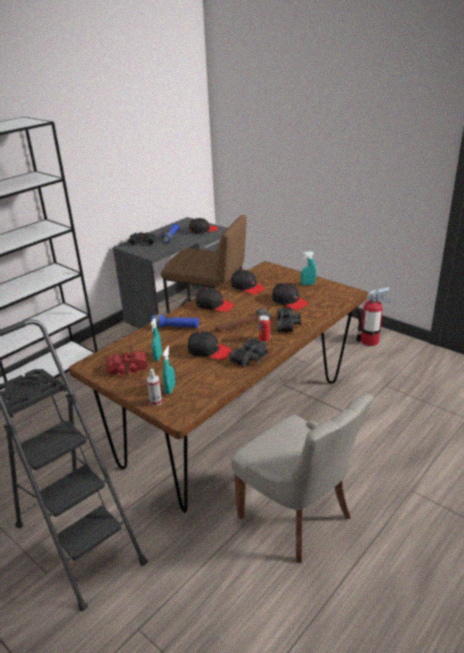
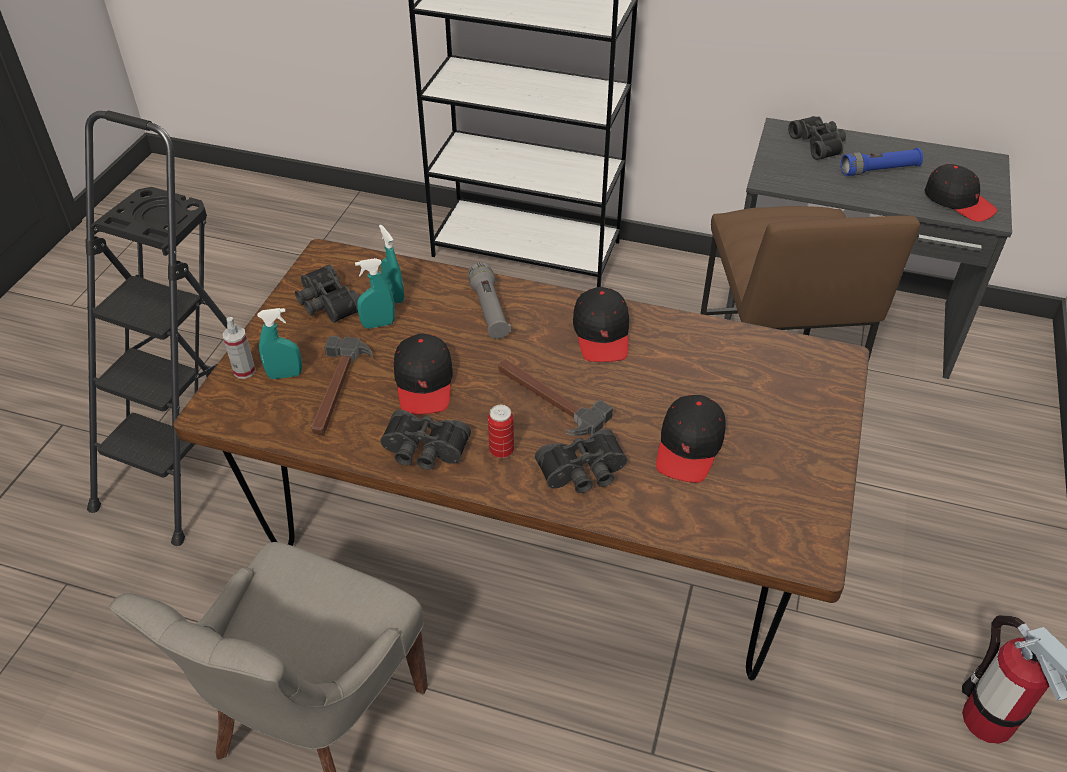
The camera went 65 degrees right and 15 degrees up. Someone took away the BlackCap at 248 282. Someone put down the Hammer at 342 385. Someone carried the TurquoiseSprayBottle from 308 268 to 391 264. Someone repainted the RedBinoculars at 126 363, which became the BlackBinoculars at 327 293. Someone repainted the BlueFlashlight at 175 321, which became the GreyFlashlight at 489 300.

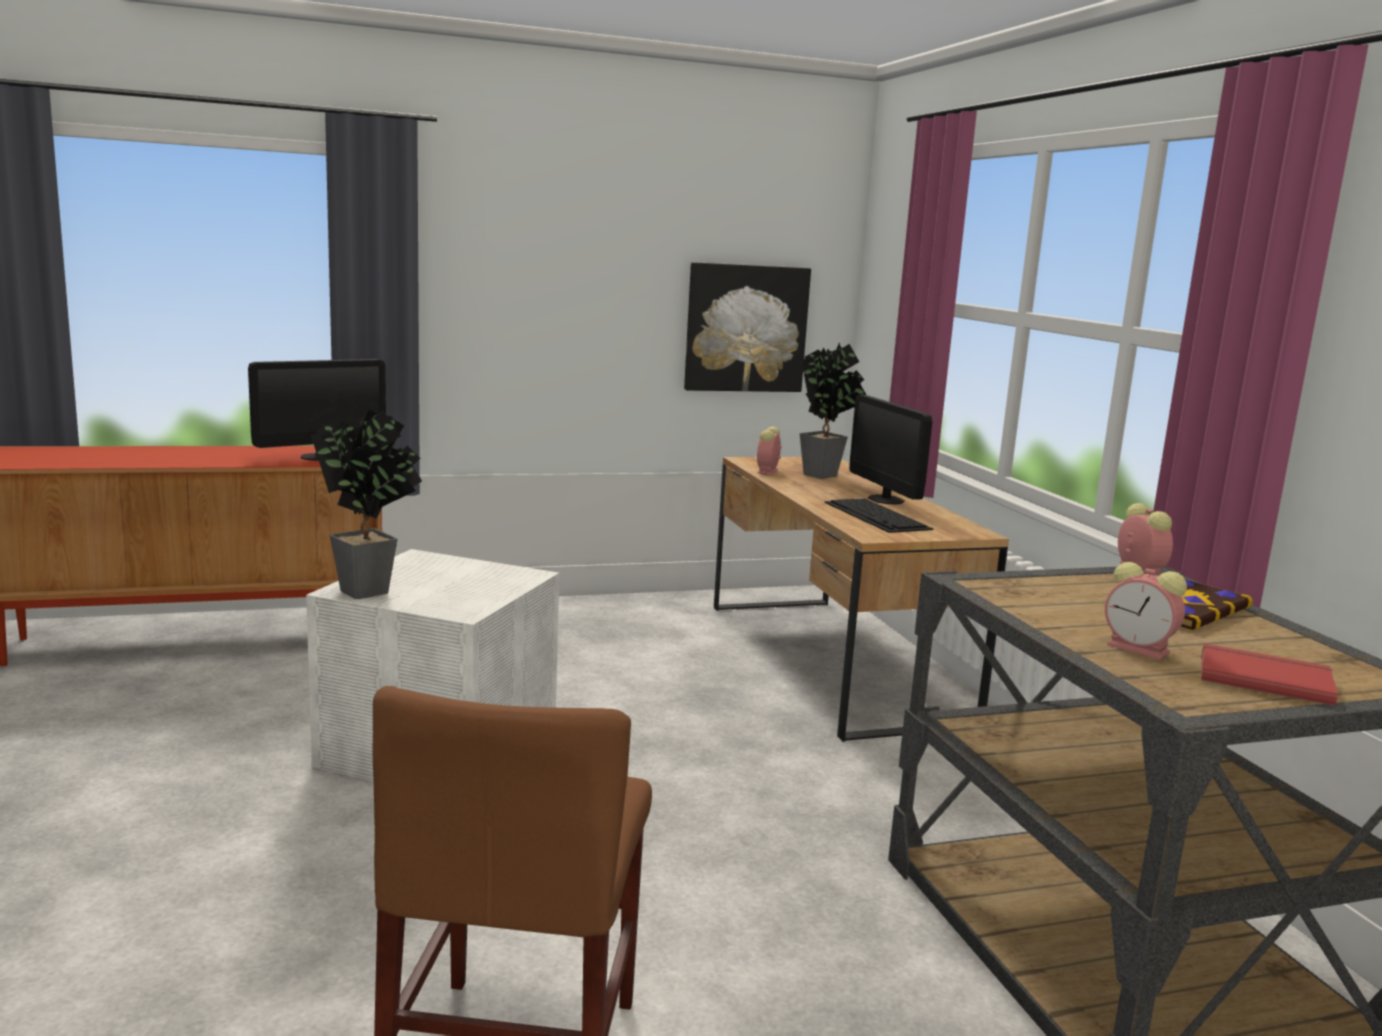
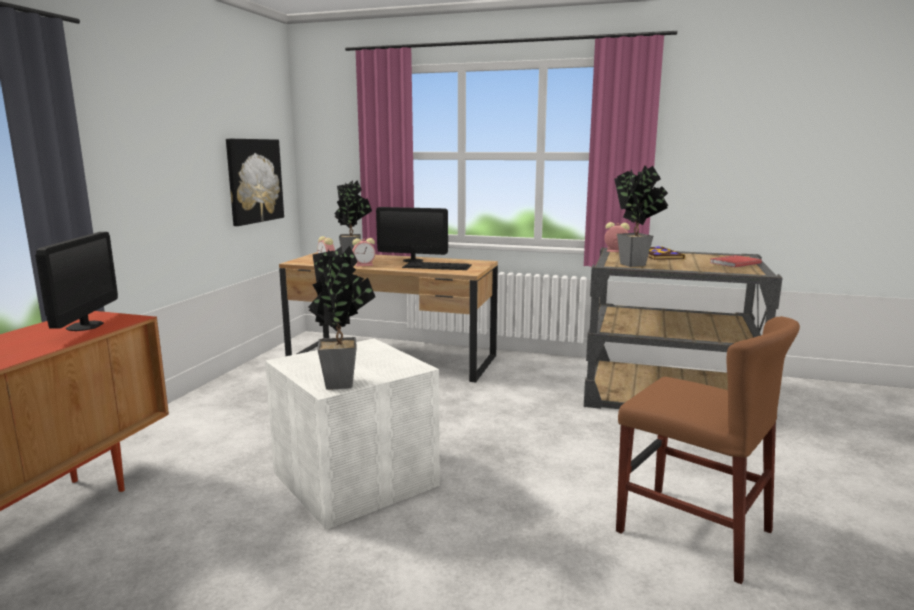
The camera went 55 degrees left and 0 degrees up. Someone put down the PottedPlant at 641 216. Someone carried the AlarmClock from 1146 611 to 363 252.

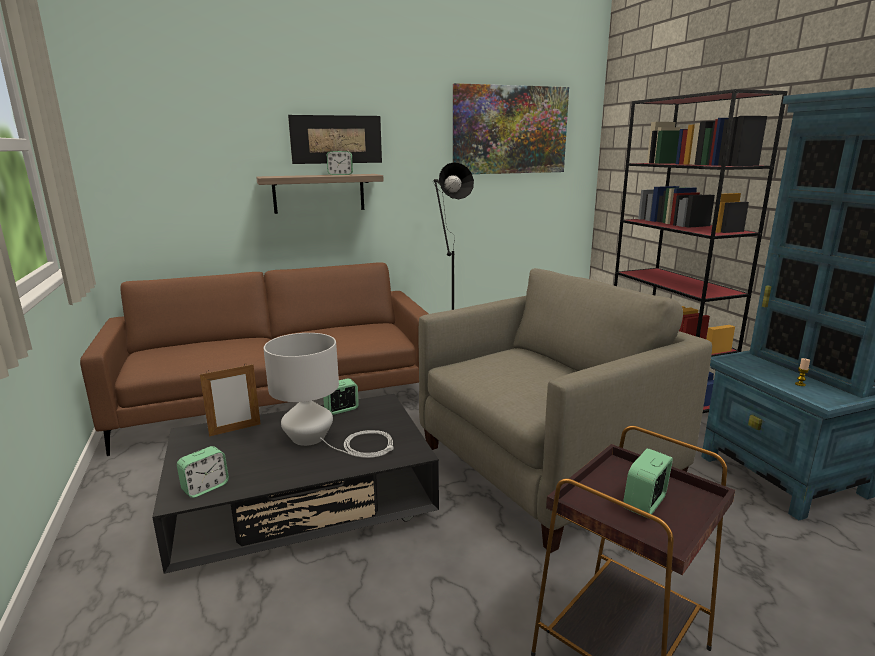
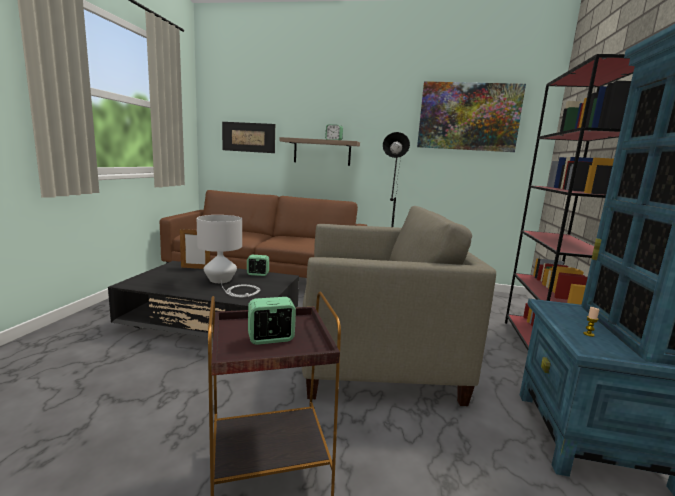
The camera went 30 degrees right and 5 degrees down. Someone took away the AlarmClock at 203 472. Someone carried the Picture from 335 139 to 248 137.

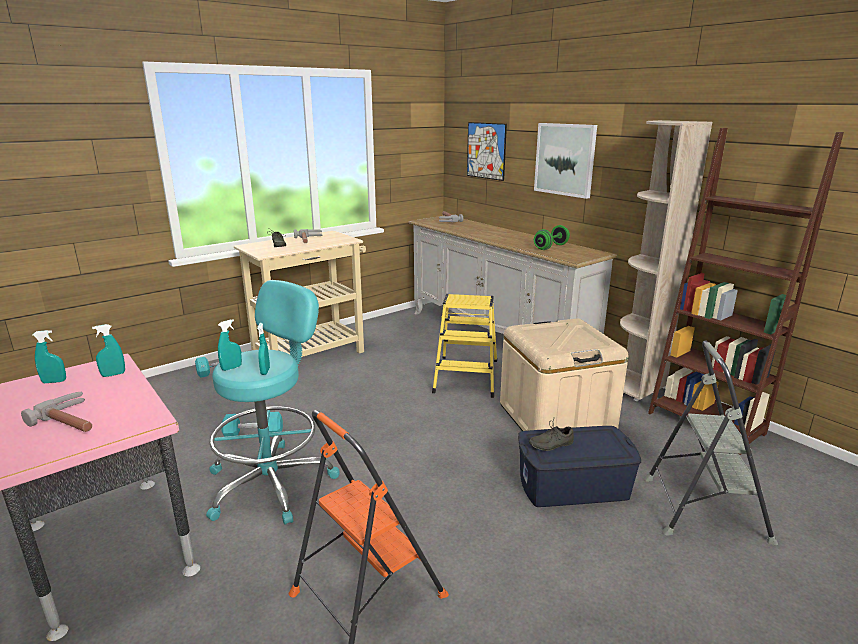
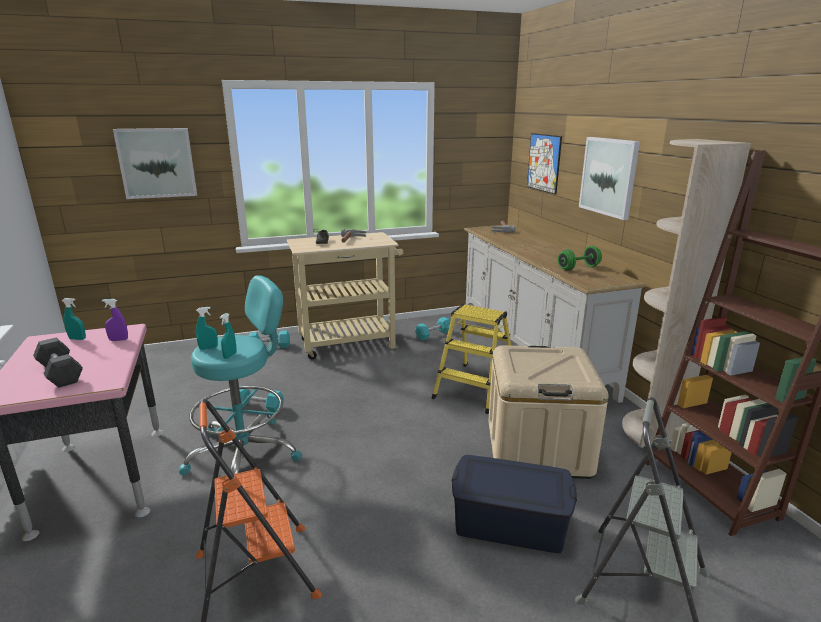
The camera went 20 degrees right and 0 degrees up. Someone took away the GreyShoe at 551 435. Someone put up the Picture at 155 163. Someone put down the TurquoiseDumbbell at 432 329. Someone swapped the Hammer at 56 412 for the BlackDumbbell at 58 363. Someone repainted the TurquoiseSprayBottle at 108 350, which became the PurpleSprayBottle at 115 320.

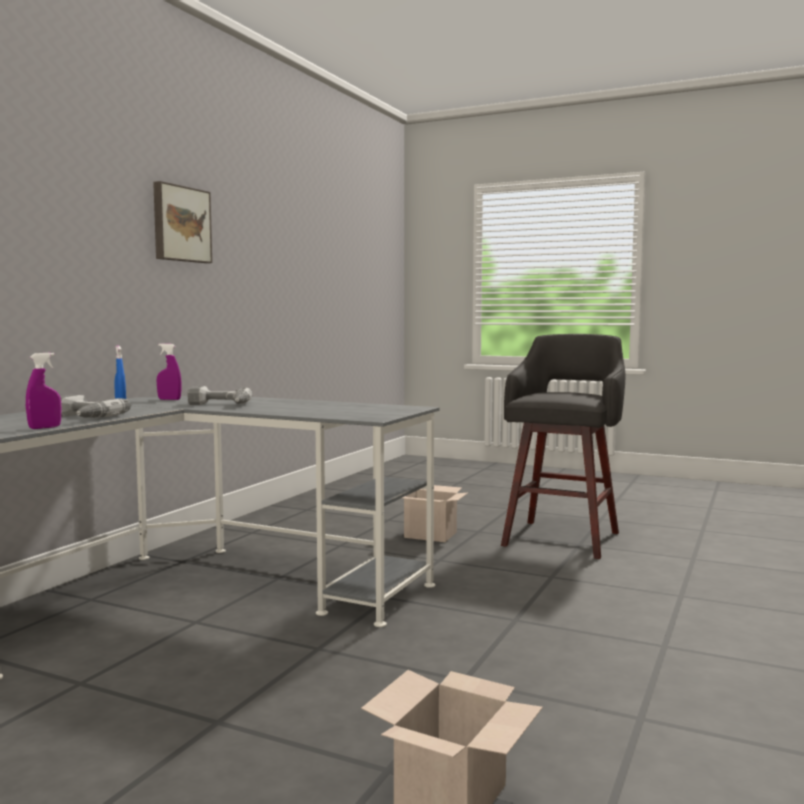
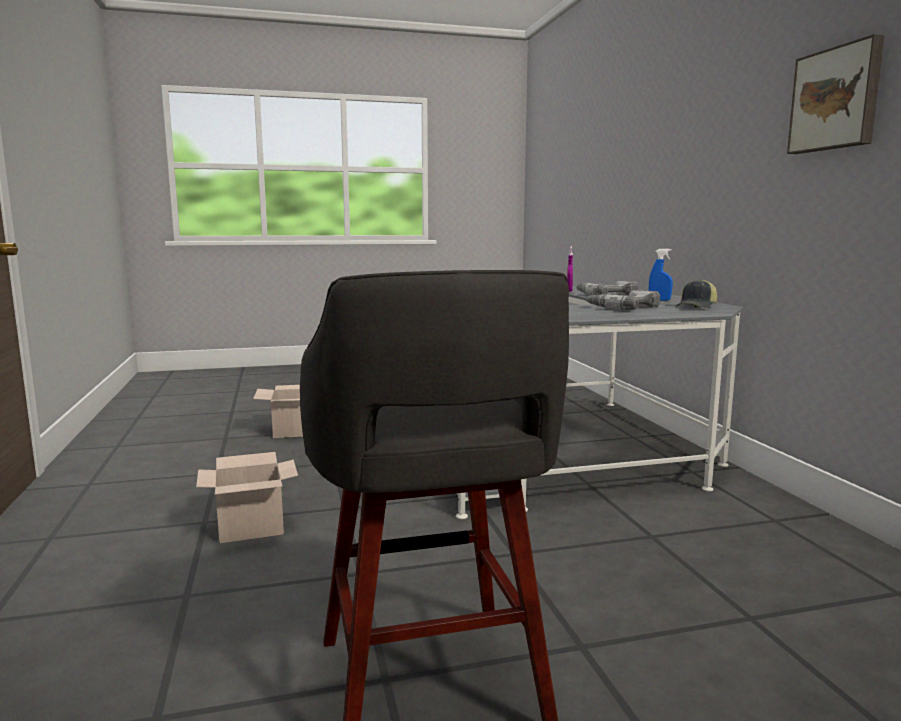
The camera went 140 degrees right and 5 degrees up. Someone carried the CardboardBox from 435 513 to 247 497. Someone swapped the PurpleSprayBottle at 169 371 for the Cap at 696 293.

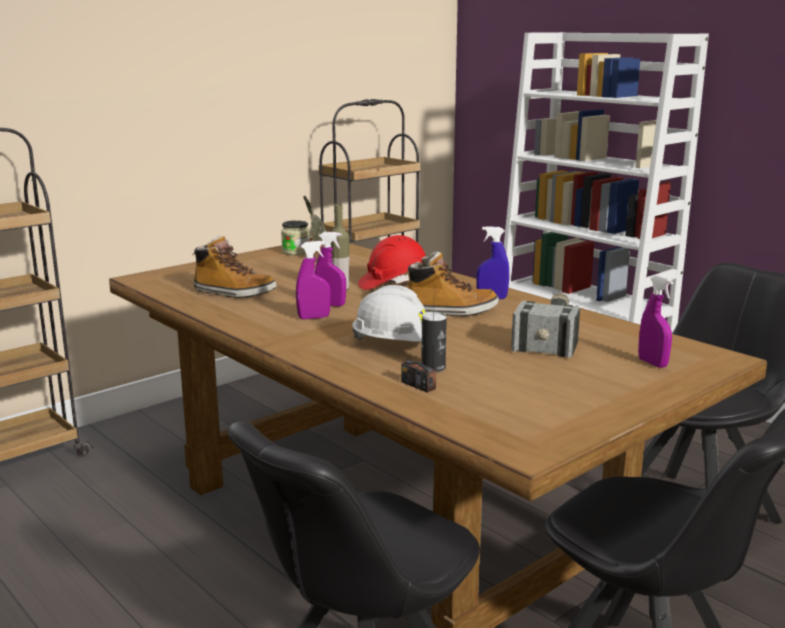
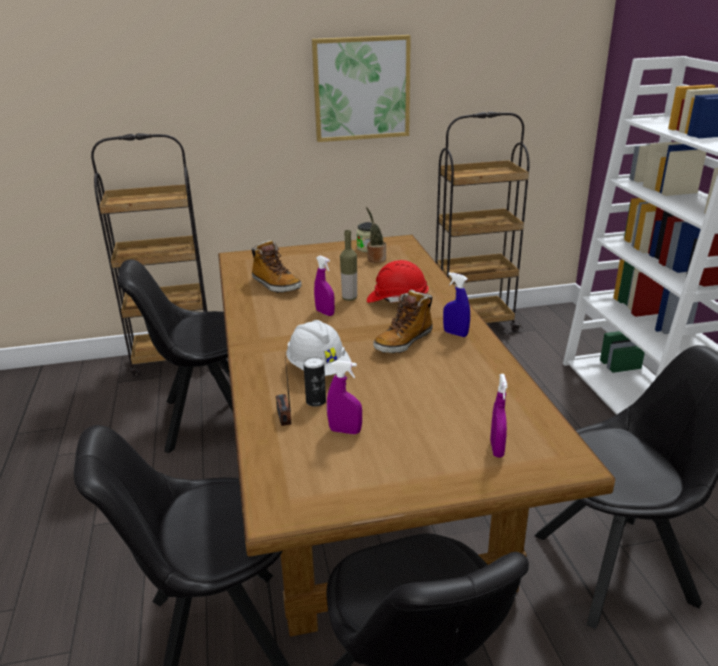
The camera went 30 degrees right and 10 degrees up. Someone took away the Hammer at 545 325. Someone put down the BlackChair at 175 356. Someone put up the Picture at 361 88. Someone carried the PurpleSprayBottle from 313 280 to 344 397. Someone rotated the Boot at 451 283 by 105 degrees clockwise.

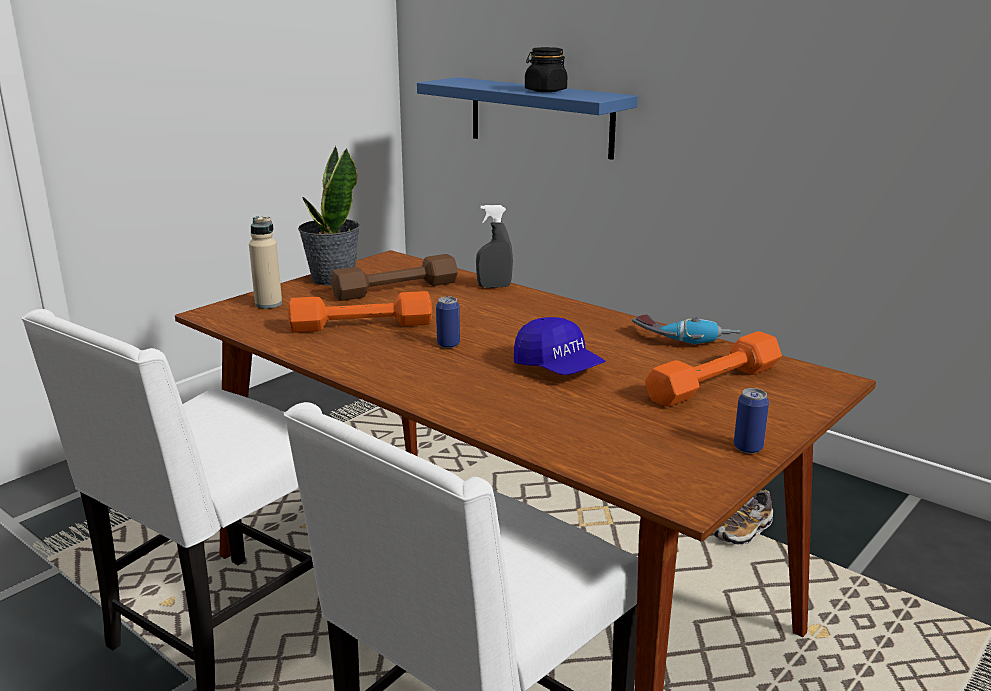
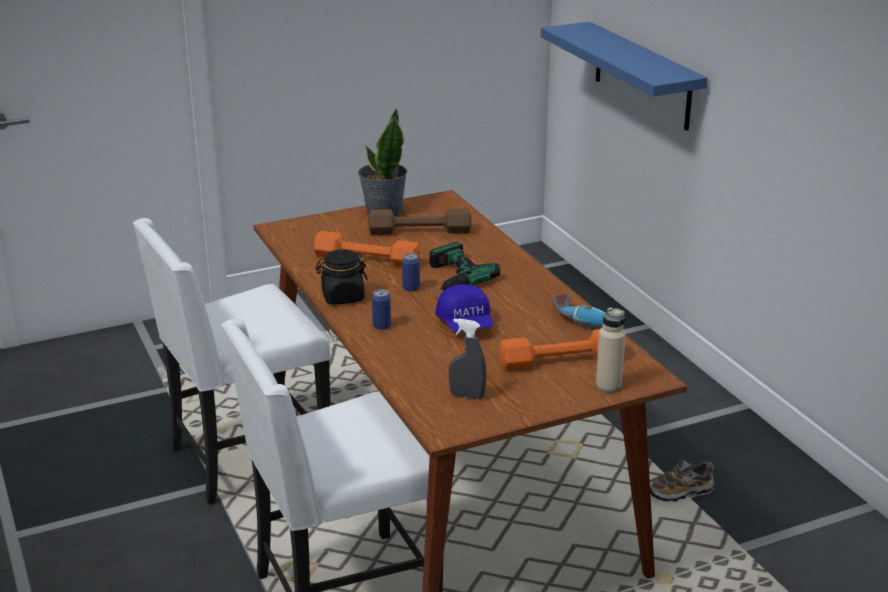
The camera went 25 degrees right and 5 degrees up. Someone put down the PowerDrill at 464 268. Someone carried the BeigeBottle from 265 262 to 611 350. Someone carried the GreySprayBottle from 494 246 to 468 359. Someone carried the BlackJar from 546 69 to 341 276. Someone carried the Can from 751 421 to 381 309.

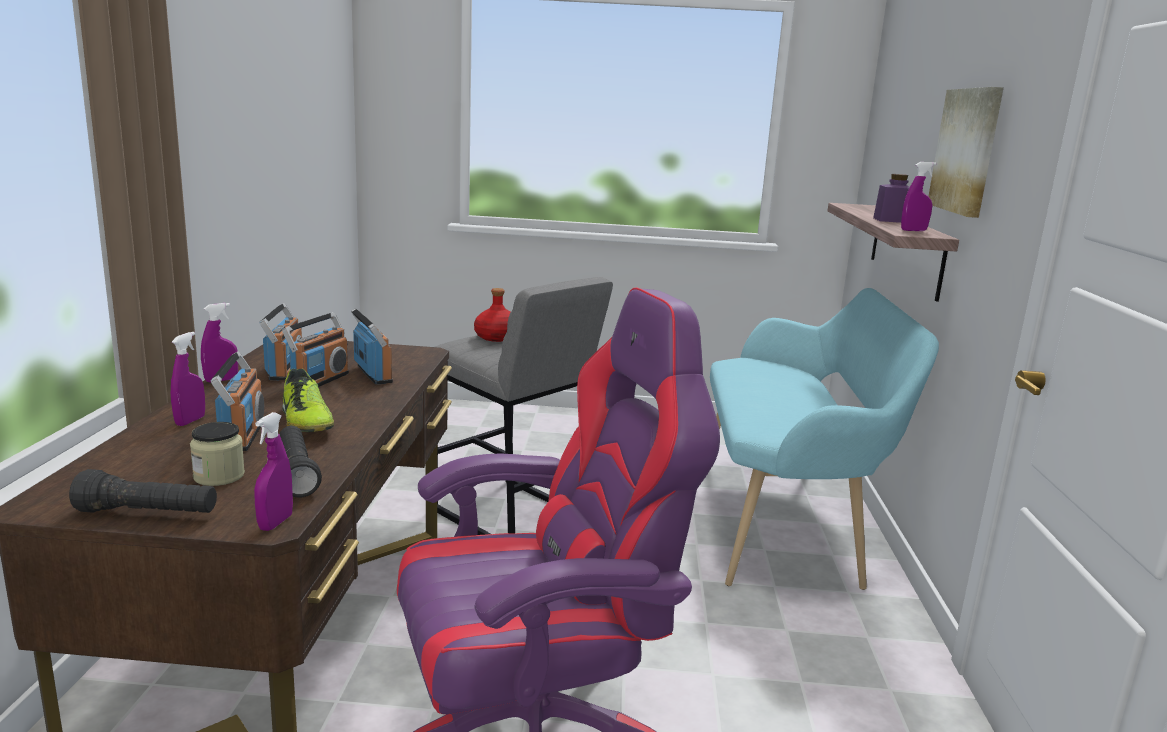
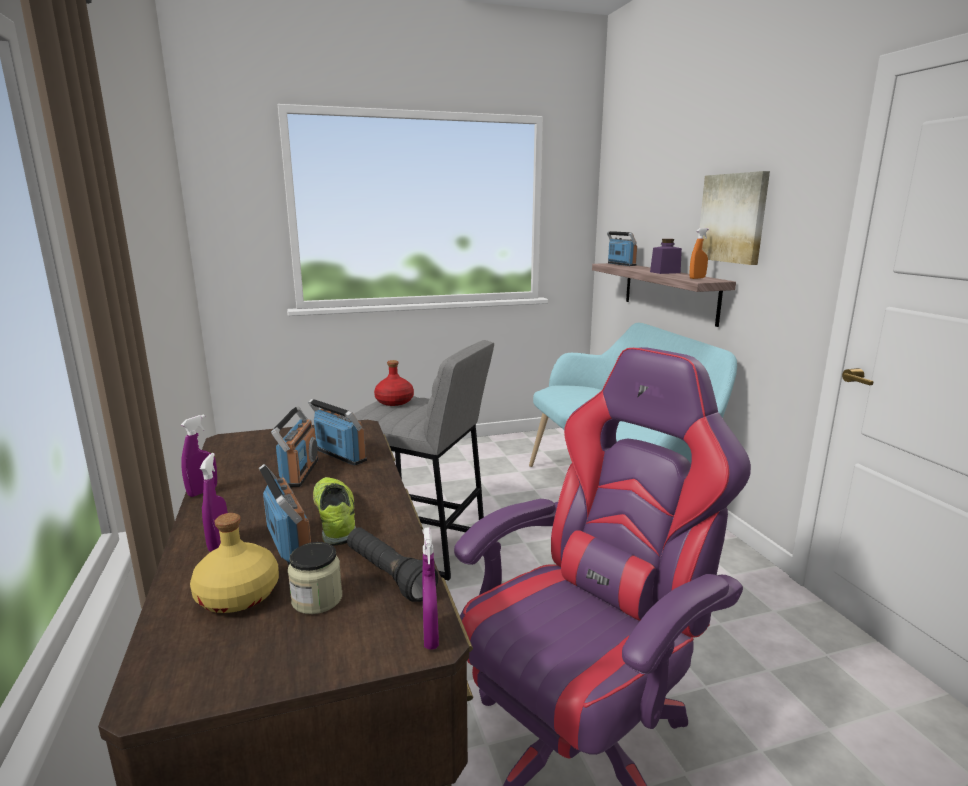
The camera went 20 degrees left and 0 degrees up. Someone took away the BlackFlashlight at 143 491. Someone put down the YellowBottle at 234 563. Someone carried the Radio from 280 342 to 622 248. Someone repainted the PurpleSprayBottle at 918 196, which became the OrangeSprayBottle at 699 253. Someone rotated the Shoe at 308 400 by 150 degrees counterclockwise.

